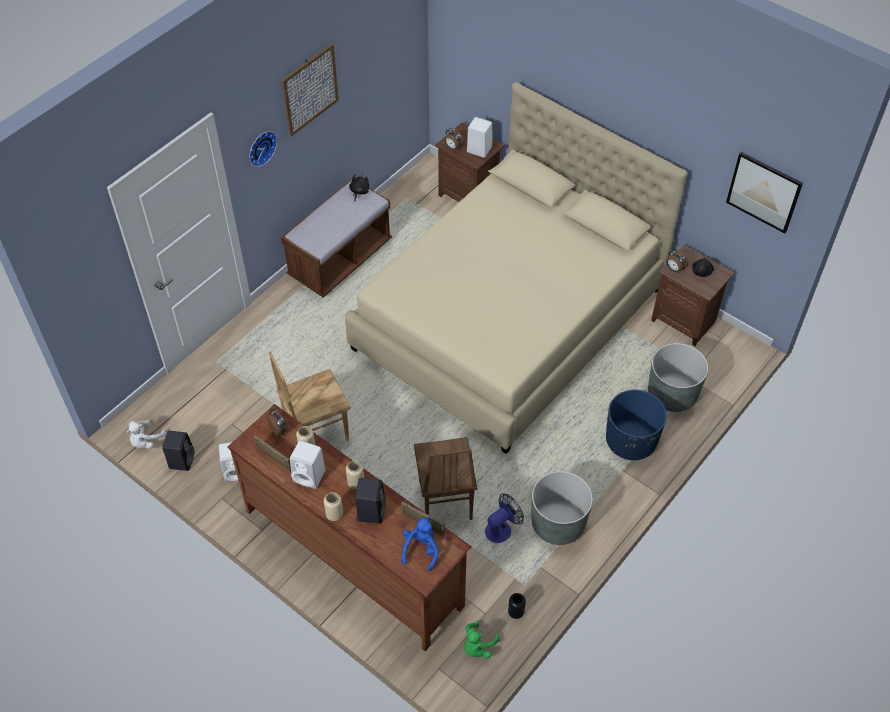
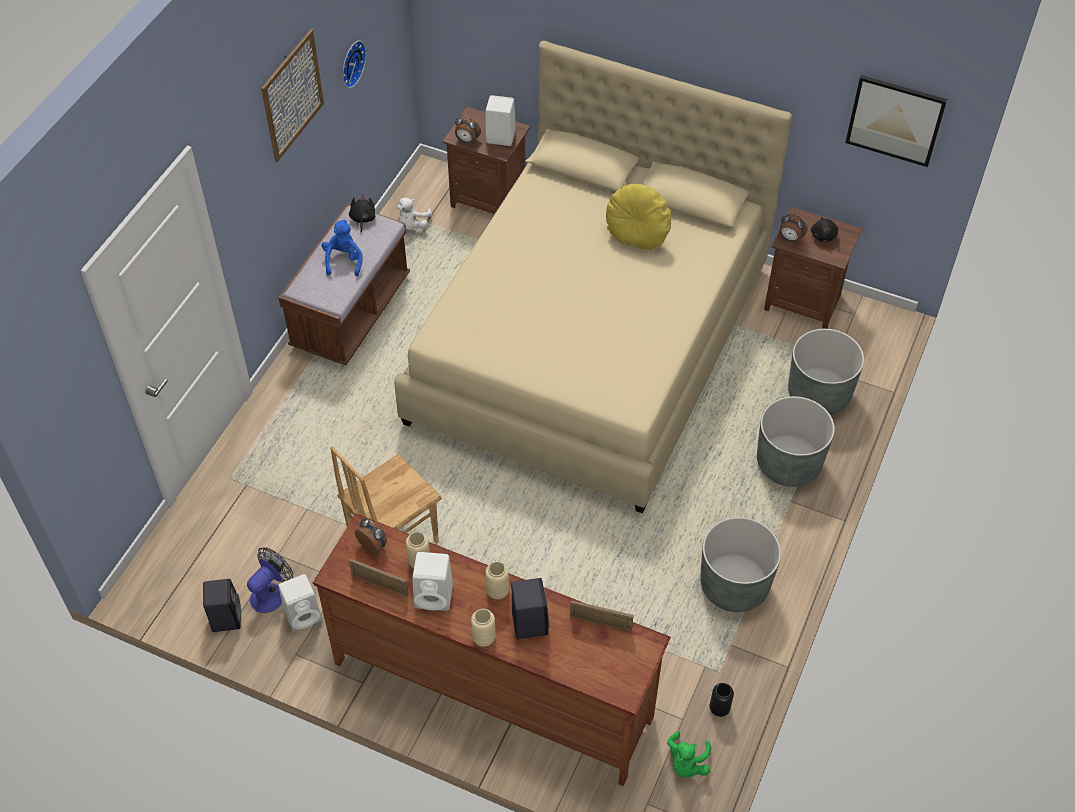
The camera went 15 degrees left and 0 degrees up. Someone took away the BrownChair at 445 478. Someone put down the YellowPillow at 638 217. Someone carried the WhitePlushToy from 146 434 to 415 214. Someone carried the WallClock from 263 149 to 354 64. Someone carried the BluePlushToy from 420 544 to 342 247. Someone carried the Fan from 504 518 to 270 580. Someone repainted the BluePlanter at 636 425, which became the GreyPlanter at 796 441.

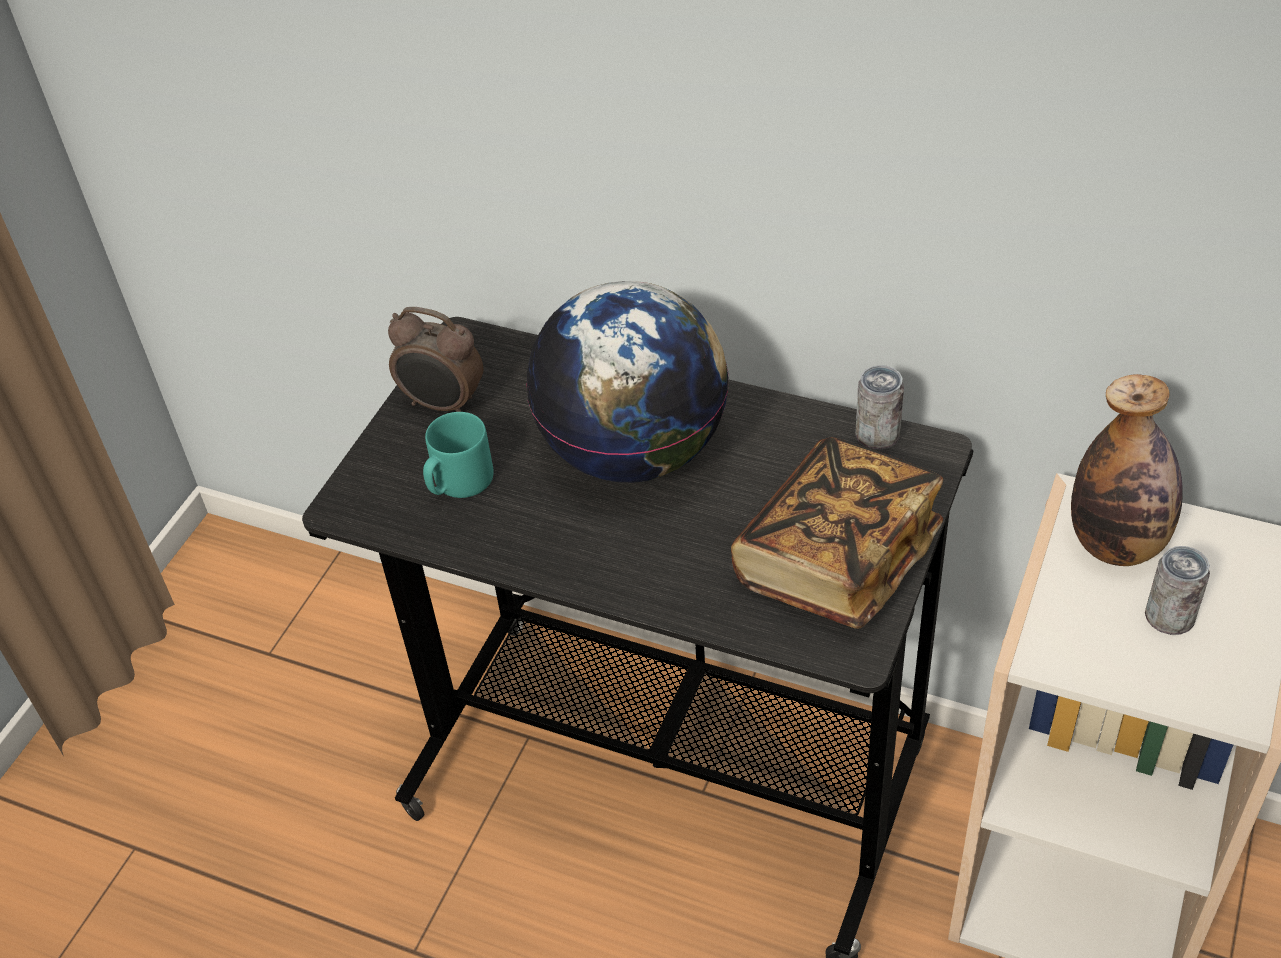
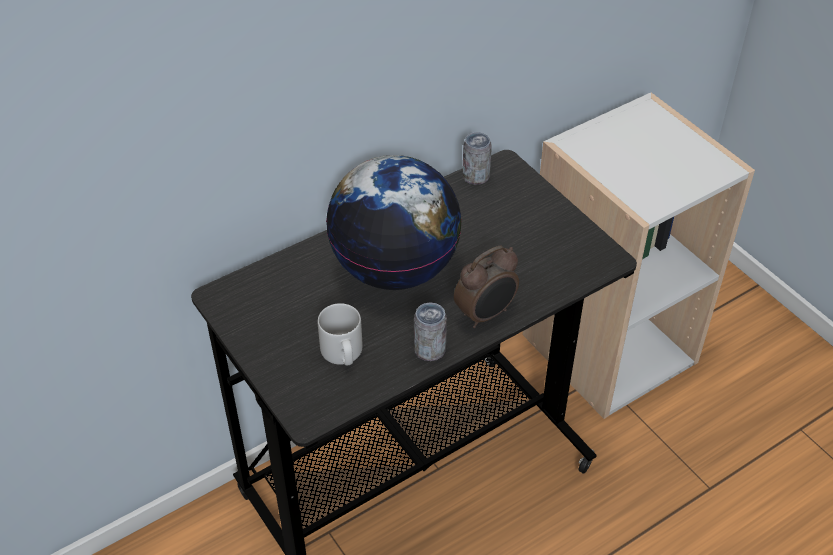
The camera went 60 degrees left and 0 degrees up. Someone took away the Book at 837 533. Someone took away the Bottle at 1127 470. Someone carried the AlarmClock from 435 359 to 486 287. Someone carried the Can from 1177 590 to 430 331. Someone repainted the TurquoiseMug at 458 455, which became the GreyMug at 340 334.

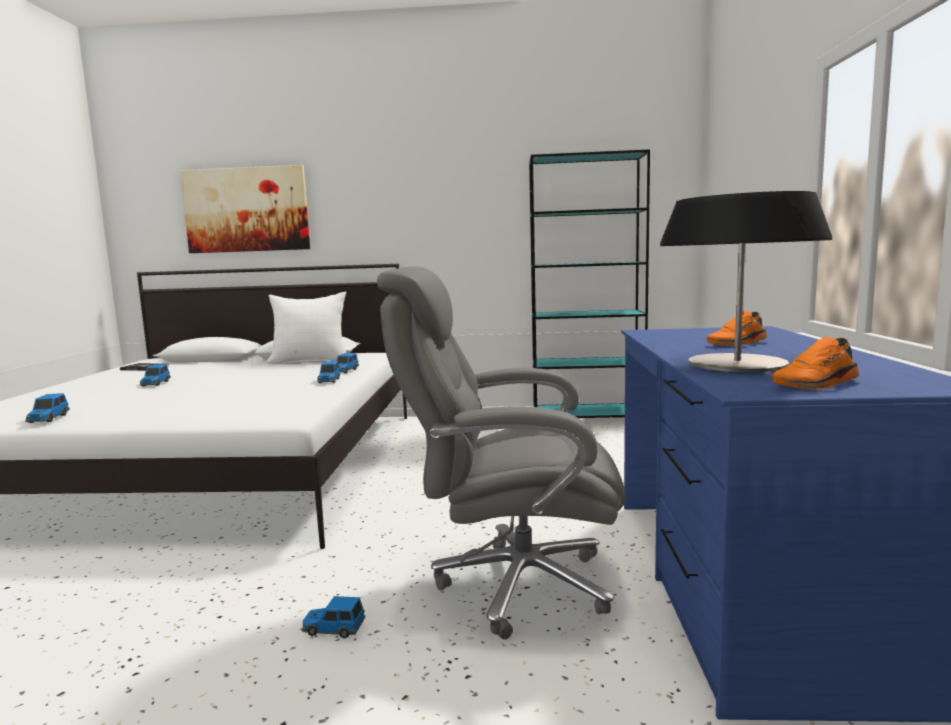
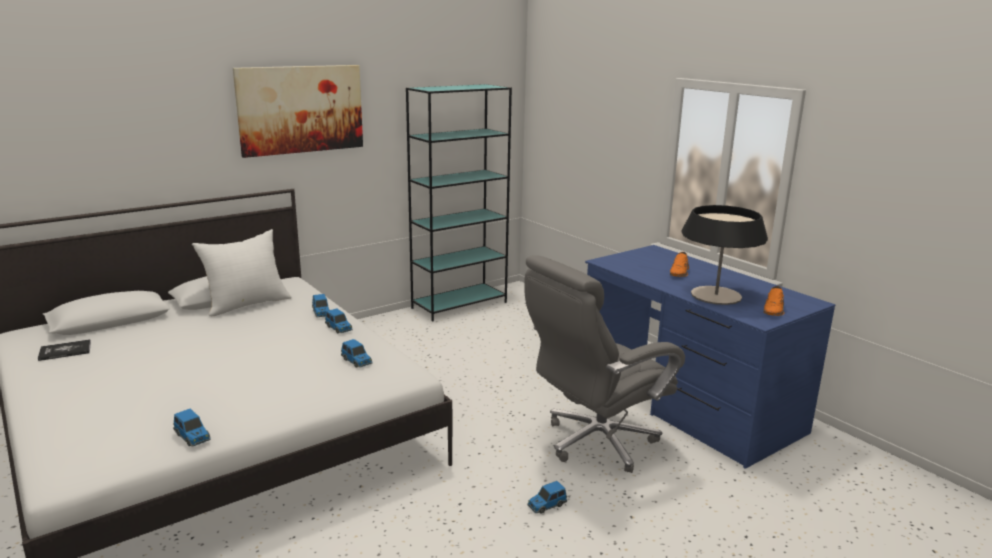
The camera went 40 degrees left and 10 degrees up. Someone carried the ToyCar from 155 375 to 357 353. Someone carried the Picture from 245 209 to 298 111.

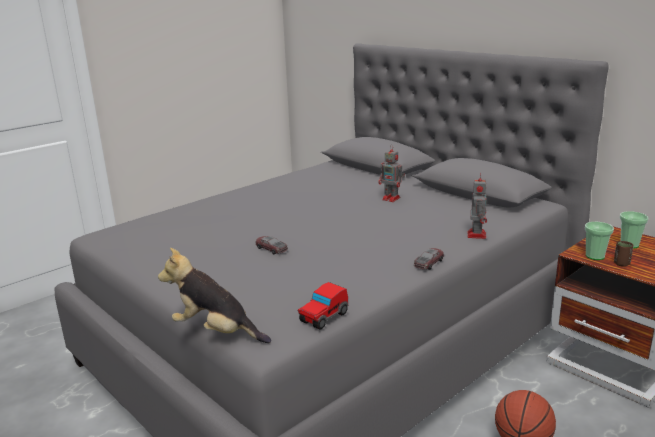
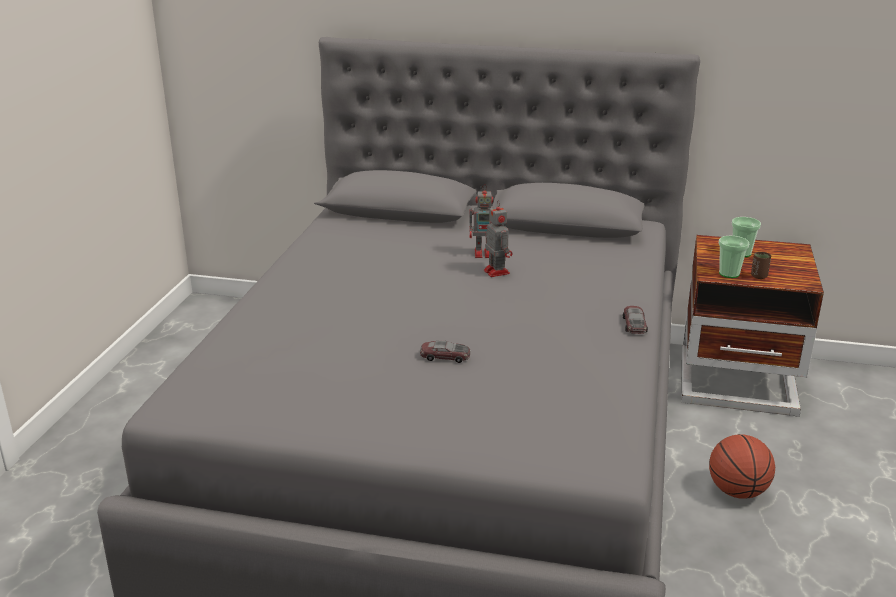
The camera went 35 degrees left and 5 degrees up. Someone took away the PlushToy at 214 295. Someone took away the ToyCar at 323 306. Someone carried the ToyRobot from 477 206 to 498 238.

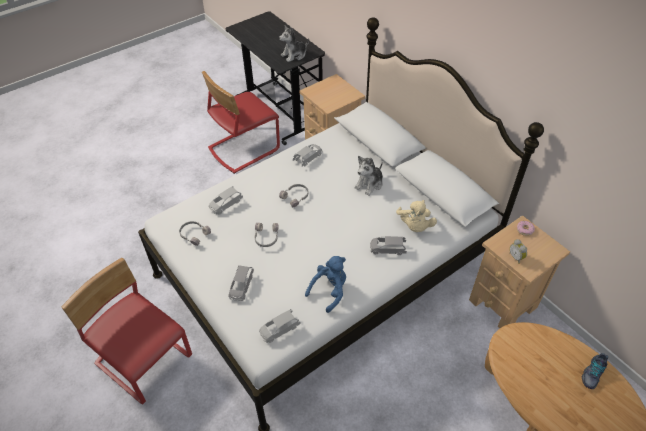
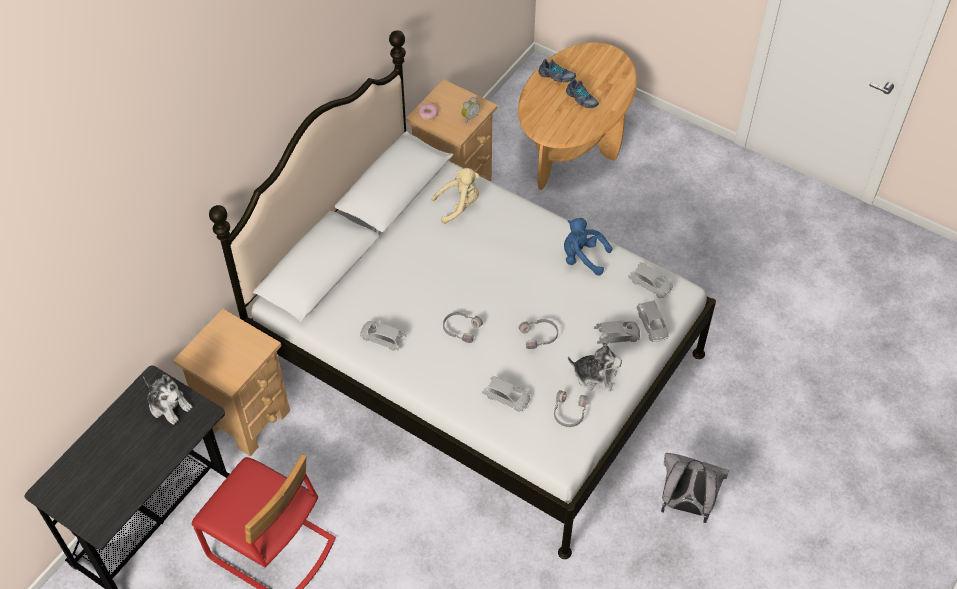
The camera went 110 degrees left and 5 degrees up. Someone put down the Shoe at 582 93. Someone carried the PlushToy from 369 176 to 595 367. Someone carried the GreyToyCar from 388 245 to 652 321. Someone swapped the RedChair at 127 331 for the GreyBackpack at 695 488.

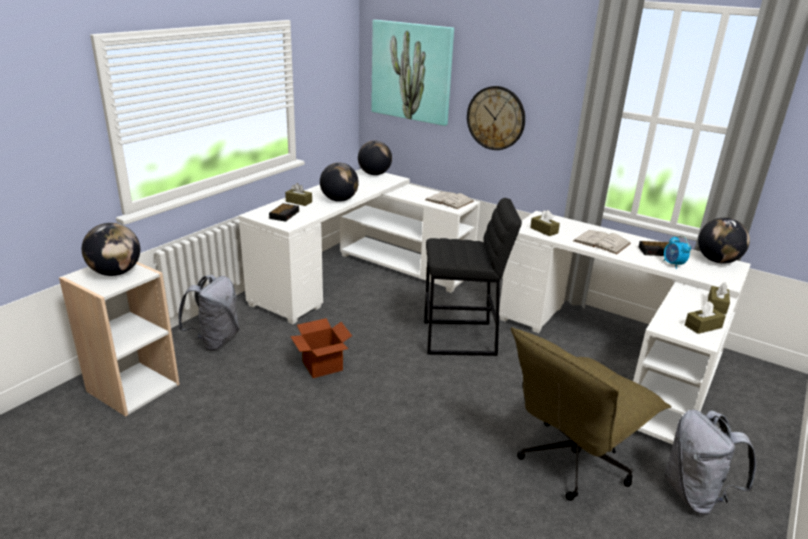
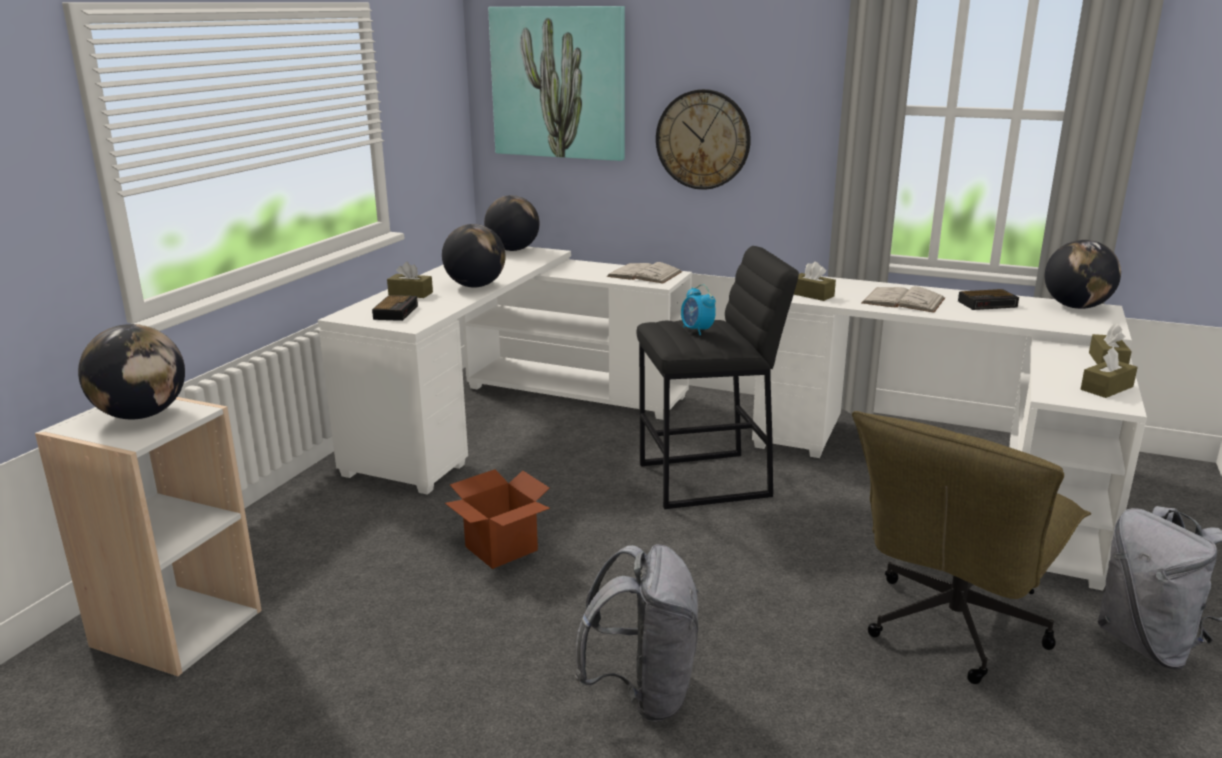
The camera went 10 degrees left and 5 degrees down. Someone carried the GreyBackpack from 208 313 to 637 633. Someone carried the AlarmClock from 677 252 to 698 309.

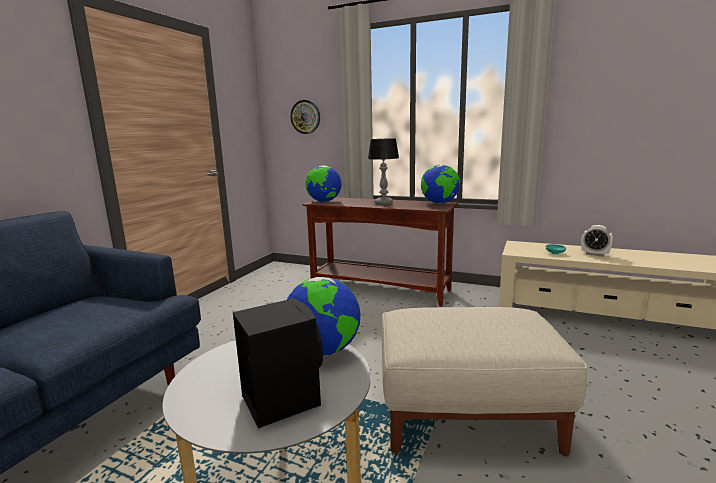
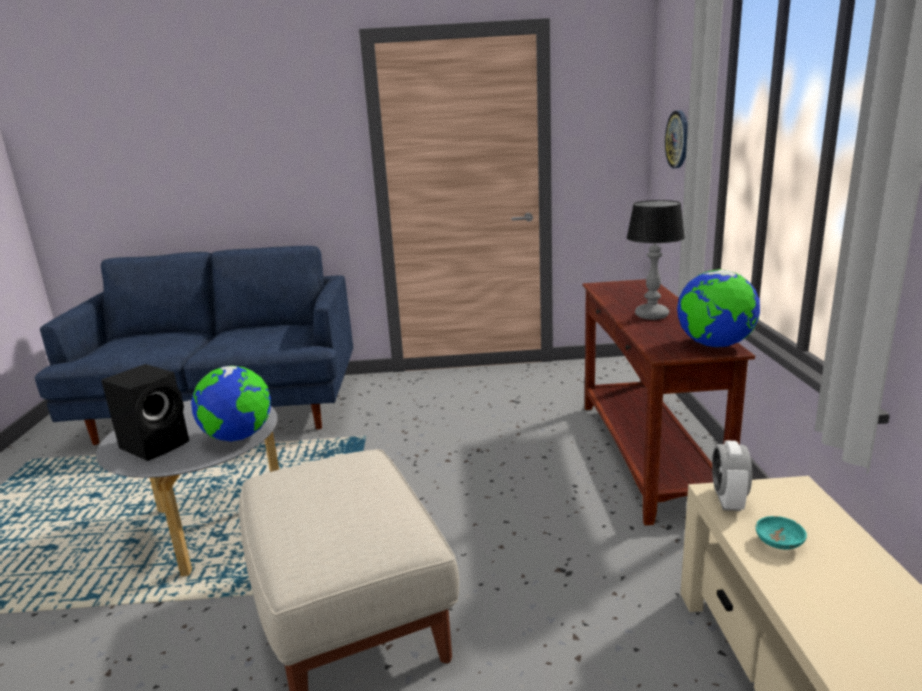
The camera went 65 degrees right and 5 degrees up. Someone took away the Globe at 323 183. Someone carried the AlarmClock from 597 241 to 732 475.

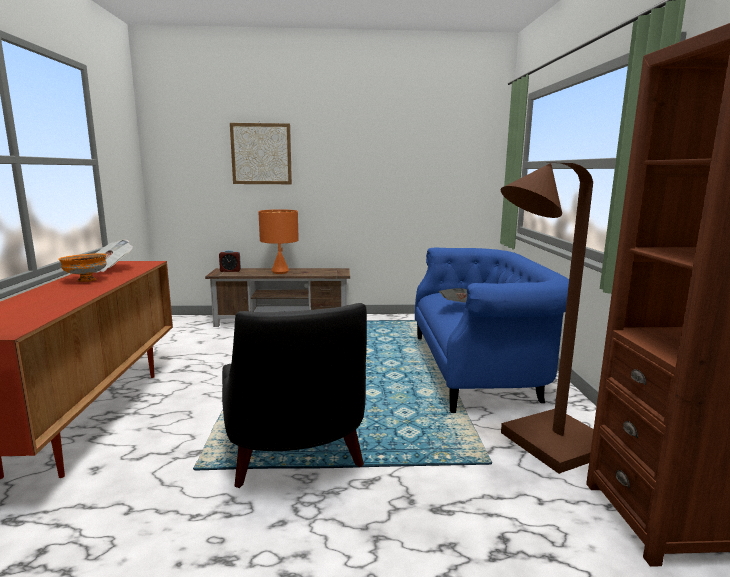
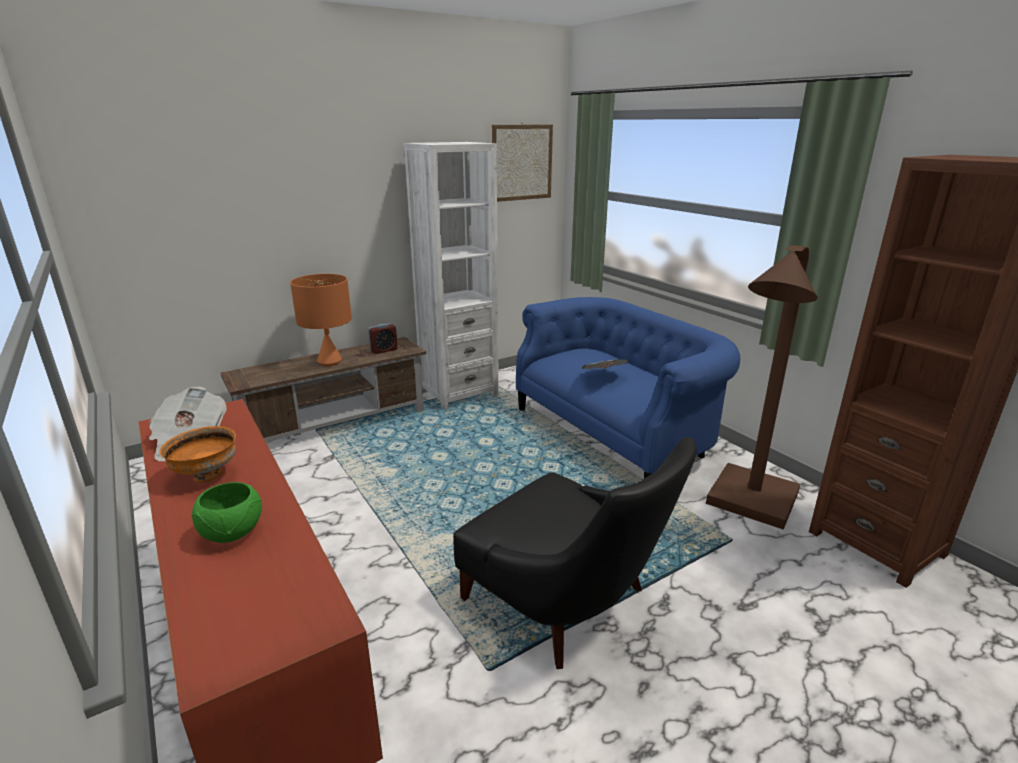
The camera went 30 degrees left and 10 degrees up. Someone put down the GreenBowl at 227 512. Someone put down the WhiteBookcase at 451 276. Someone carried the AlarmClock from 230 261 to 383 338. Someone carried the Picture from 261 153 to 522 162.

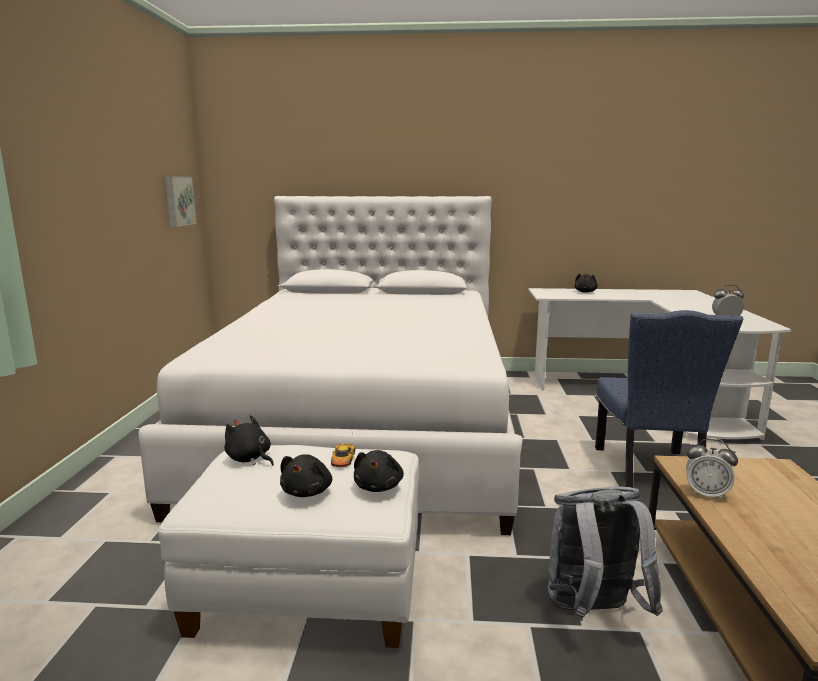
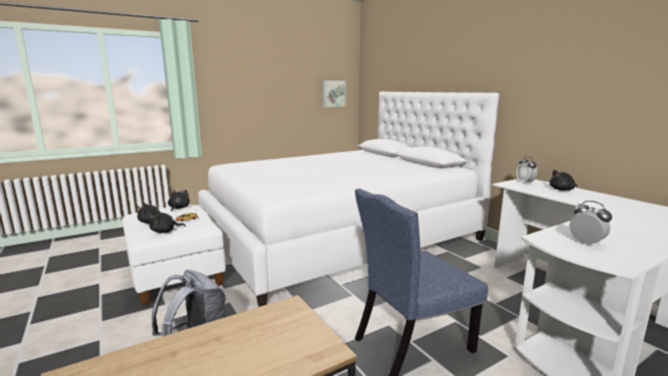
The camera went 55 degrees right and 0 degrees up. Someone carried the AlarmClock from 712 470 to 527 170.

